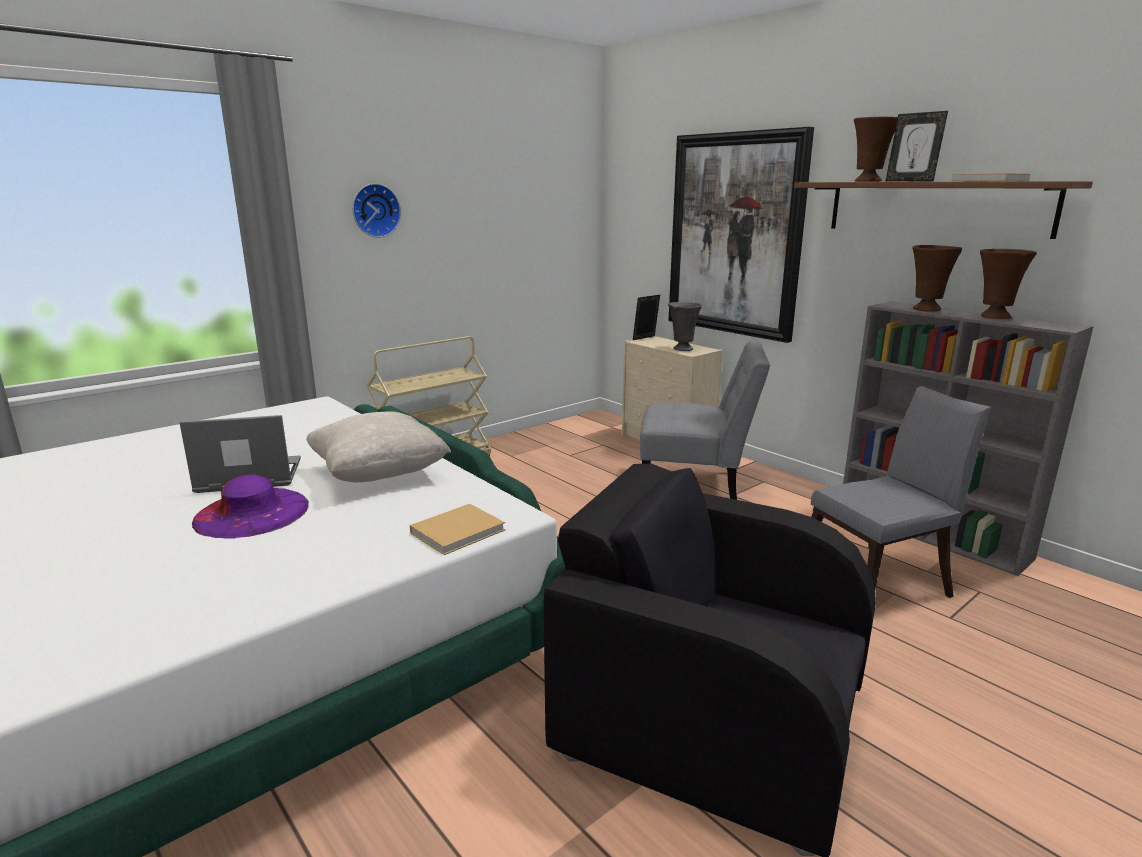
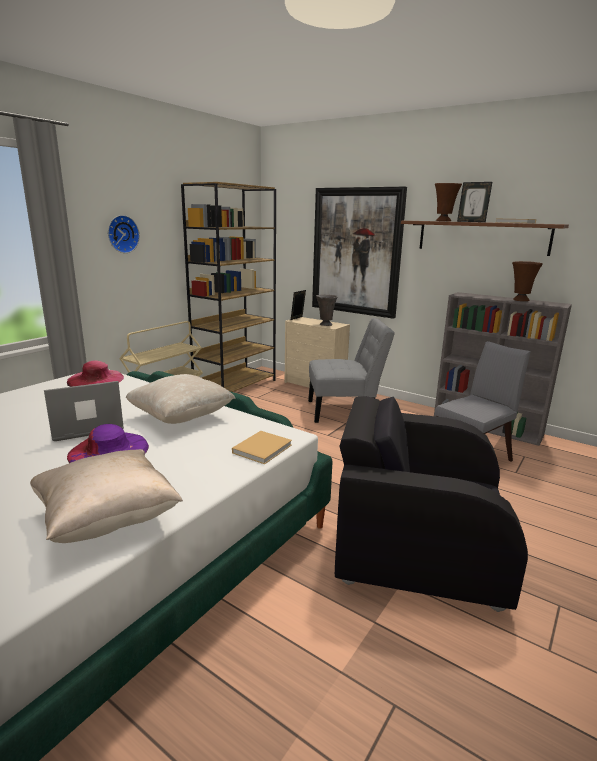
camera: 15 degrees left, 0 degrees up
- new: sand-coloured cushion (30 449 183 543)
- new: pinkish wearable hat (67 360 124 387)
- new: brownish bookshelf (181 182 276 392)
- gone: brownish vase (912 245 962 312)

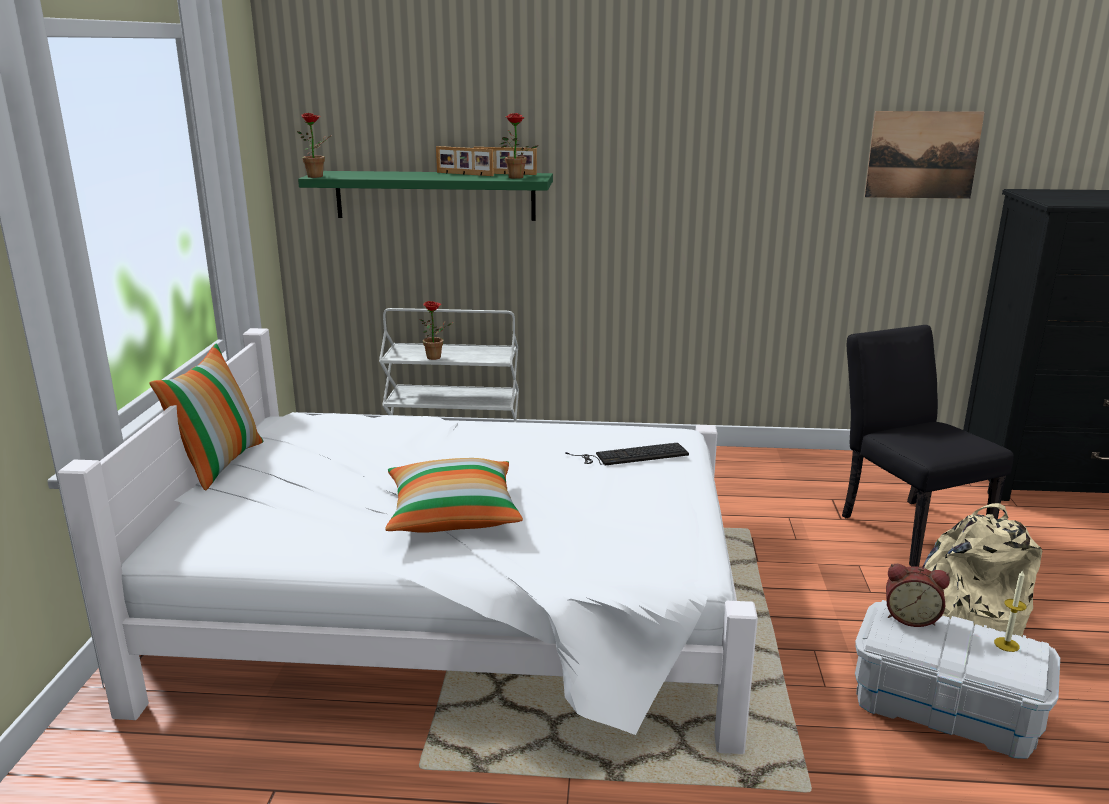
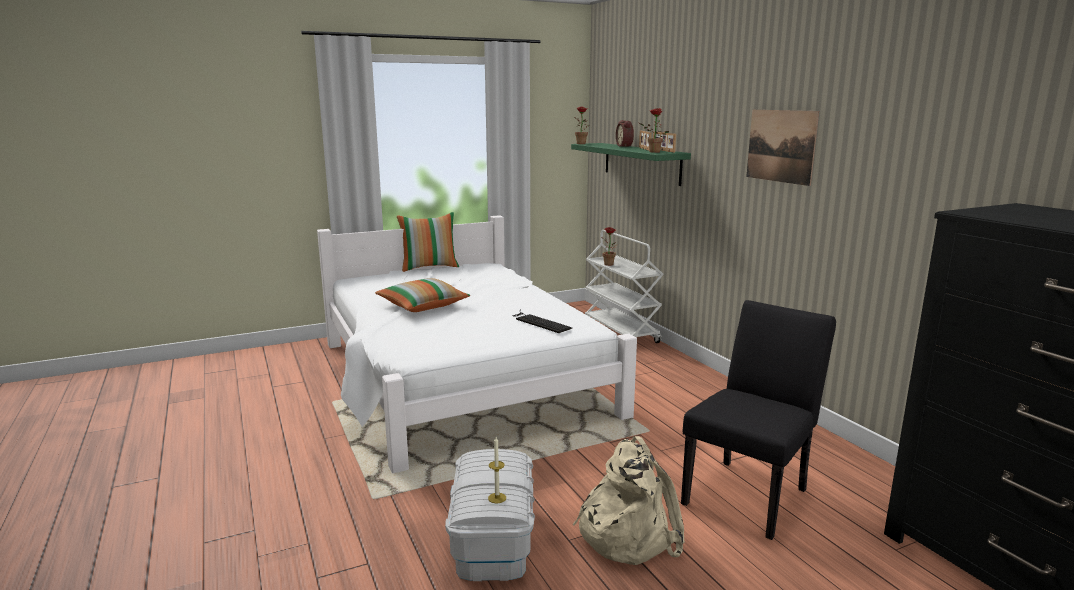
camera: 60 degrees right, 5 degrees down
- shifted: bedside clock (886 564 950 627) to (616 120 634 147)
- shifted: wall art (864 111 984 199) to (746 110 819 186)

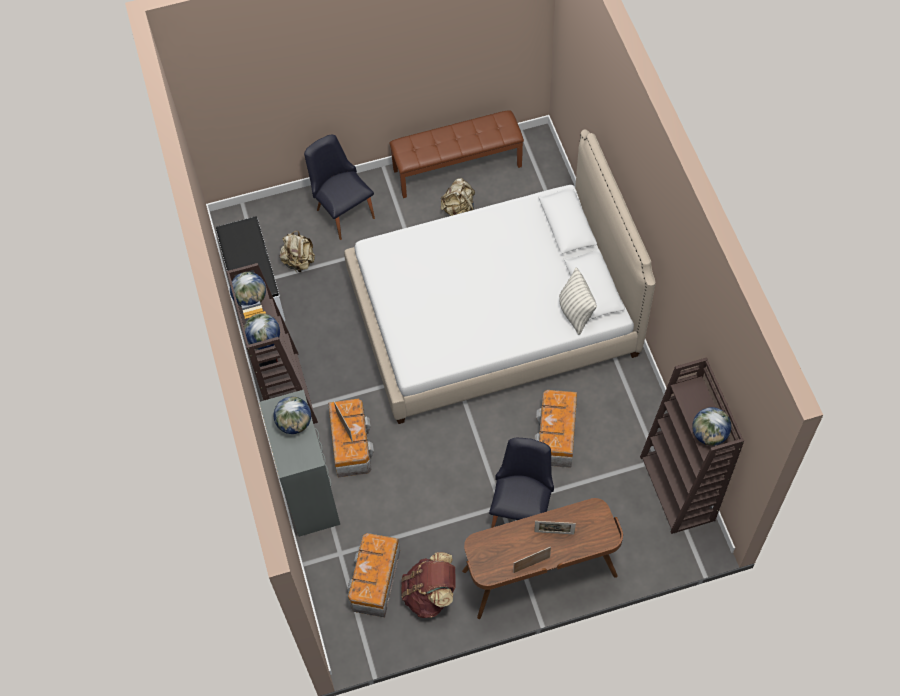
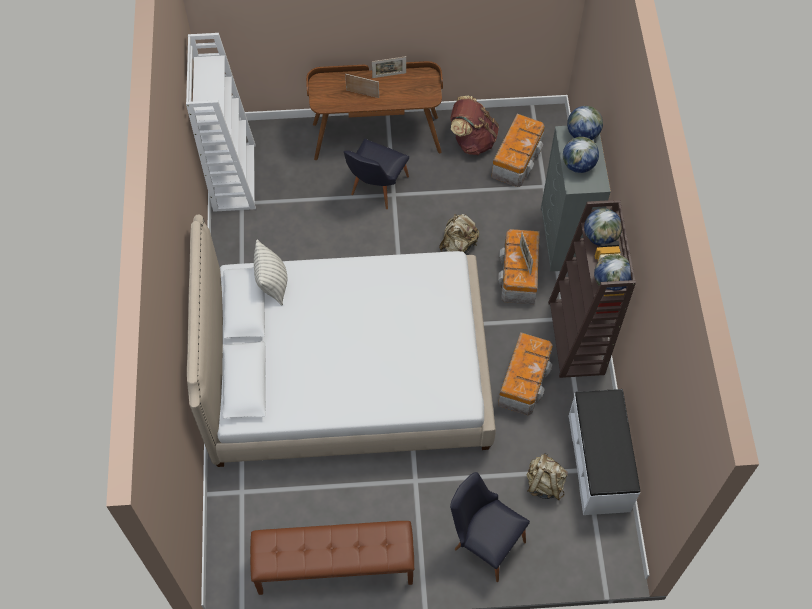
camera: 170 degrees left, 0 degrees up
- repainted: brownish bookshelf (640 357 744 534) to white-coloured bookshelf (186 33 256 212)
- shifted: sand-coloured backpack (441 178 475 216) to (439 214 479 253)
- rotated: black chair (304 135 375 240) = (450 472 530 582) 150 degrees clockwise
- shifted: storage bin (534 390 577 468) to (498 332 553 415)
- shifted: world globe (692 407 731 446) to (567 106 603 140)

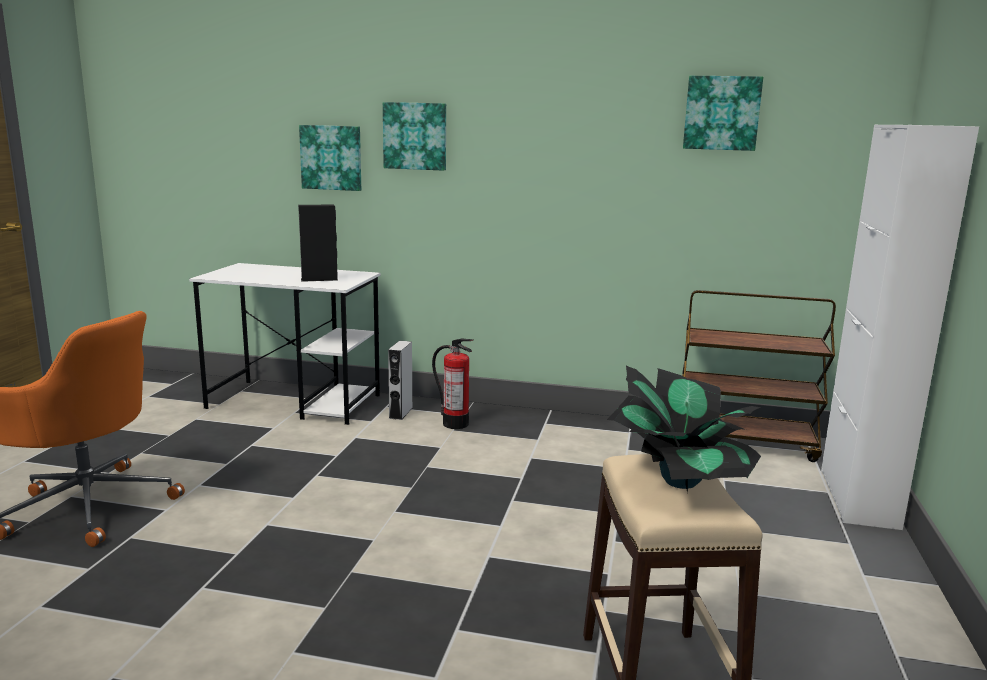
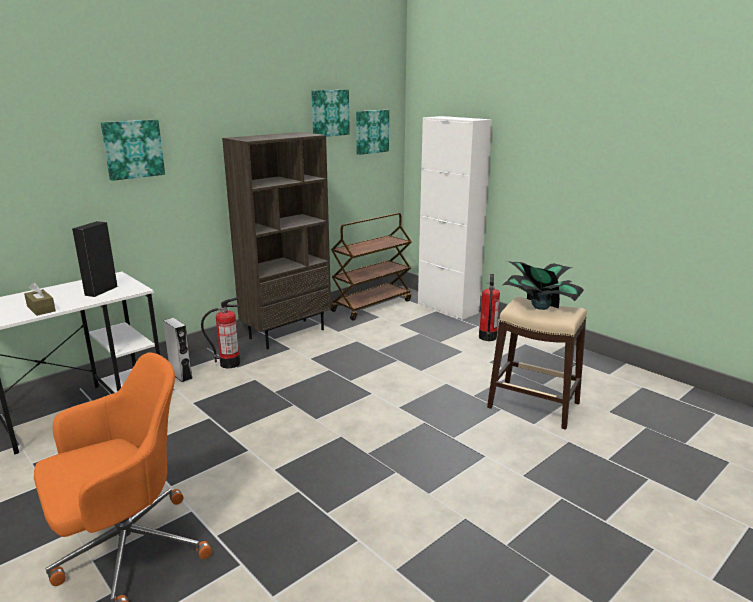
camera: 55 degrees left, 5 degrees up
- new: brownish tissue holder (24 282 56 316)
- new: brownish bookshelf (222 132 331 349)
- shifted: wall art (299 125 361 191) to (356 110 389 155)
- new: extinguisher (479 274 500 341)

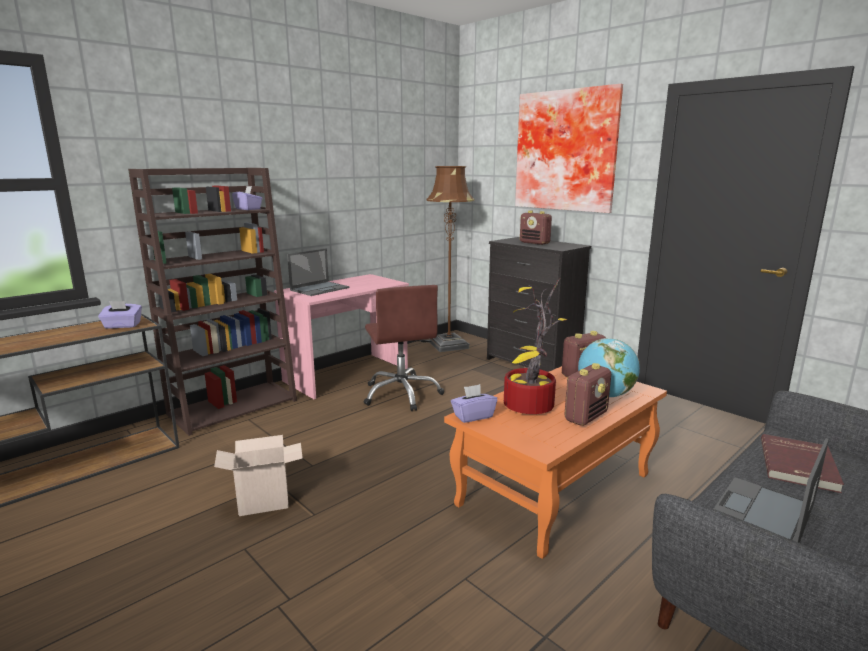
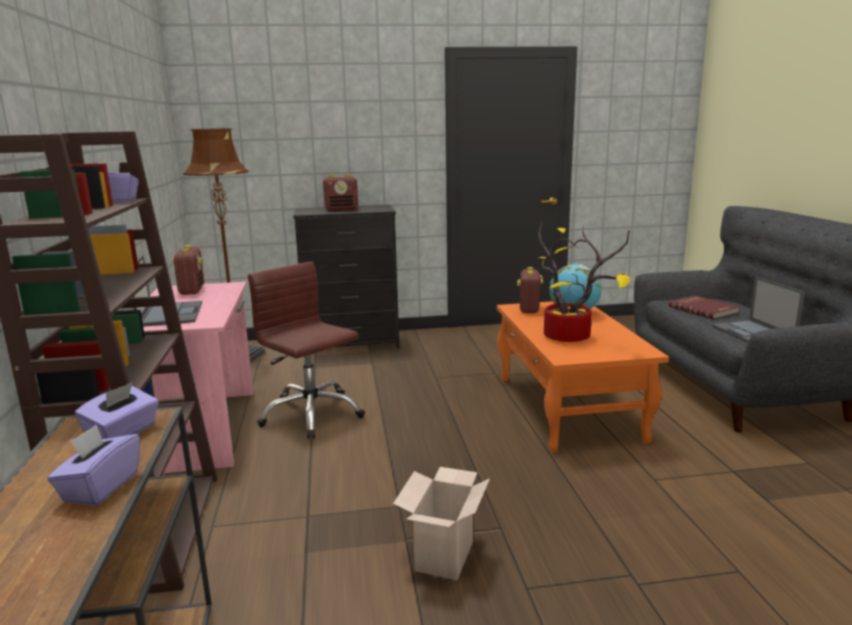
camera: 55 degrees left, 0 degrees up
- shifted: purple tissue holder (451 384 497 423) to (47 425 140 506)
- shifted: radio (564 363 611 426) to (171 245 204 295)
- rotated: brownish office chair (364 285 444 411) = (248 262 365 439) 150 degrees counterclockwise
- gone: wall art (515 84 623 213)

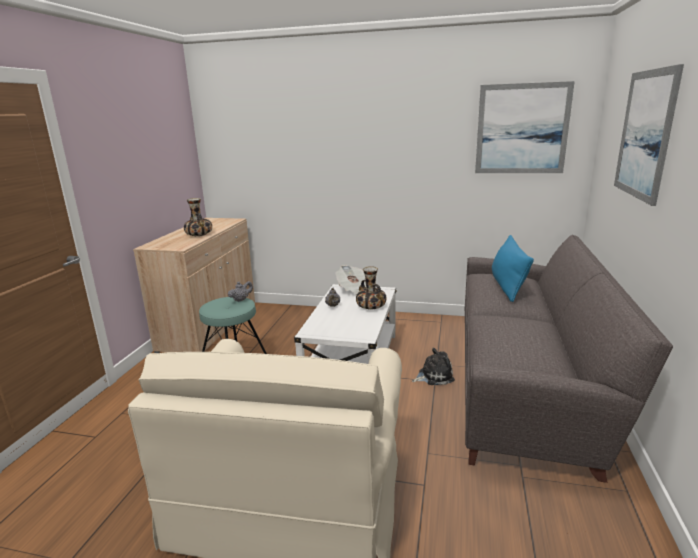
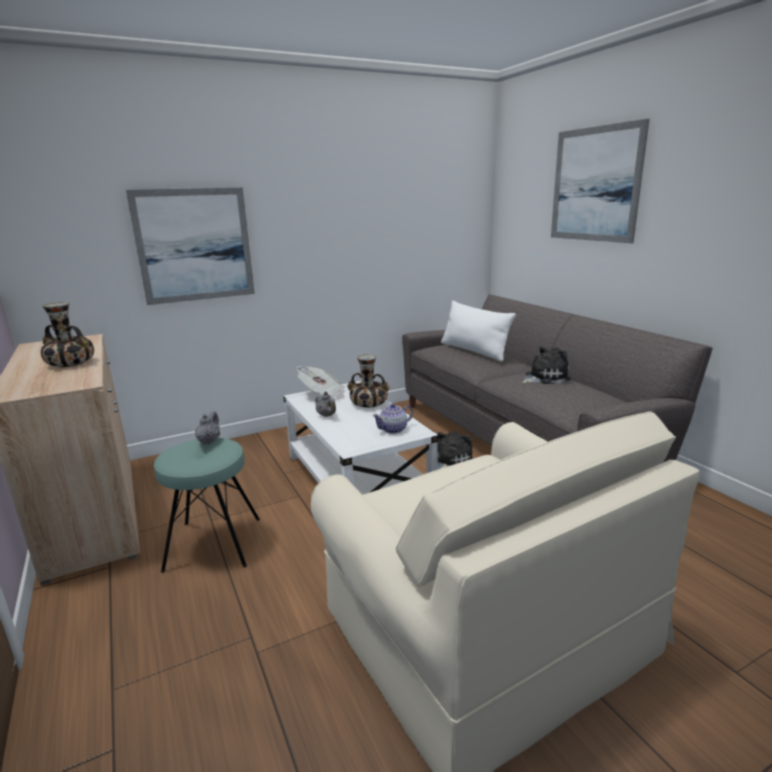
camera: 40 degrees left, 0 degrees up
- shifted: wall art (475 81 575 173) to (126 188 255 305)
- new: teapot (372 404 413 434)
- repainted: blue-coloured cushion (492 235 534 302) to white-coloured cushion (441 301 516 362)
- new: soft toy (521 346 571 384)

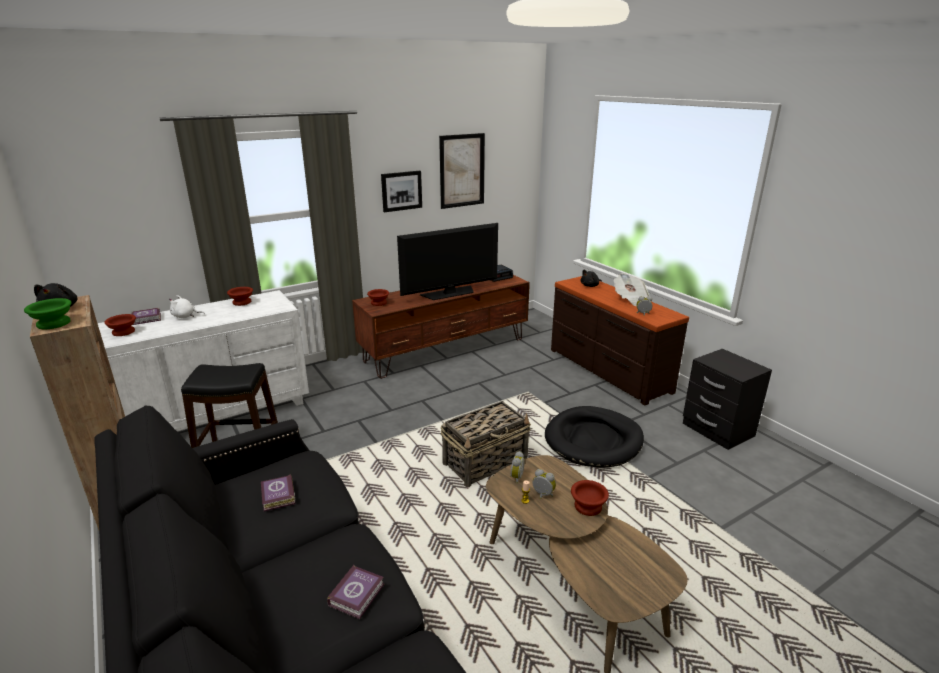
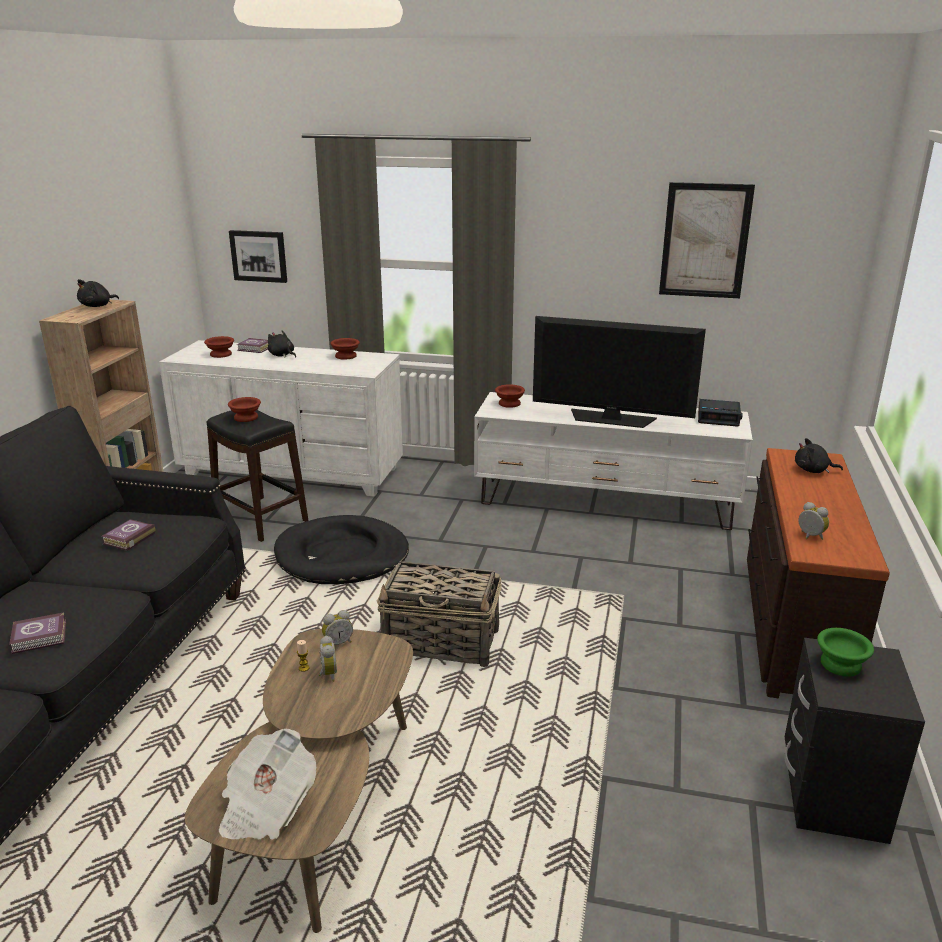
camera: 45 degrees right, 0 degrees up
- shifted: daily paper (614 273 649 307) to (219 729 316 840)
- shifted: brownish bowl (571 480 609 516) to (228 397 261 422)
- shifted: wall art (381 171 422 212) to (229 230 287 283)
- repainted: white-coloured soft toy (169 295 205 318) to black soft toy (268 330 296 357)
- shifted: black pet bed (545 406 644 468) to (274 515 409 584)
- repainted: brownish tv unit (352 275 530 379) to white-coloured tv unit (474 392 753 530)
- shifted: green bowl (24 298 71 329) to (817 628 874 677)

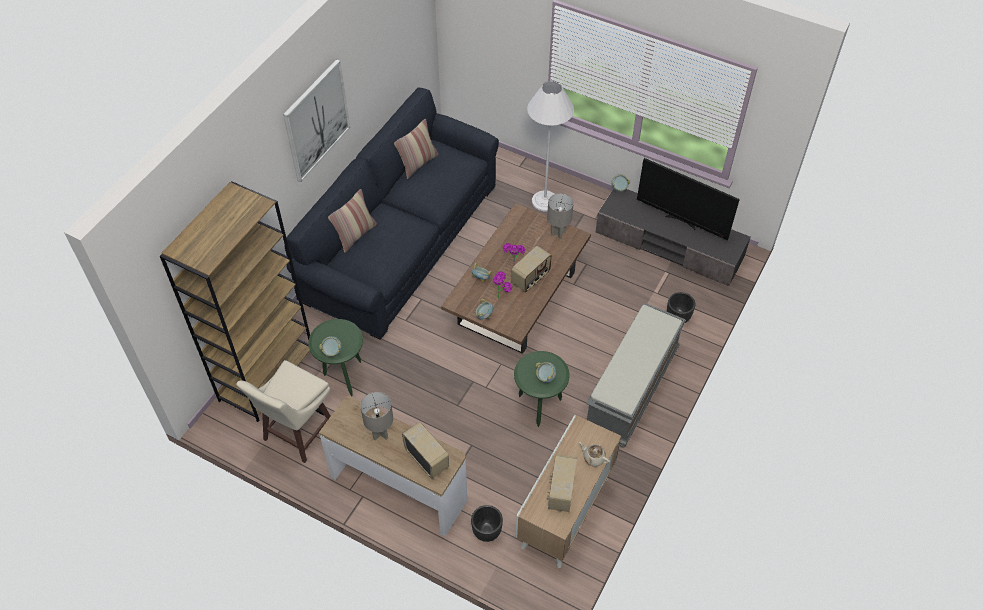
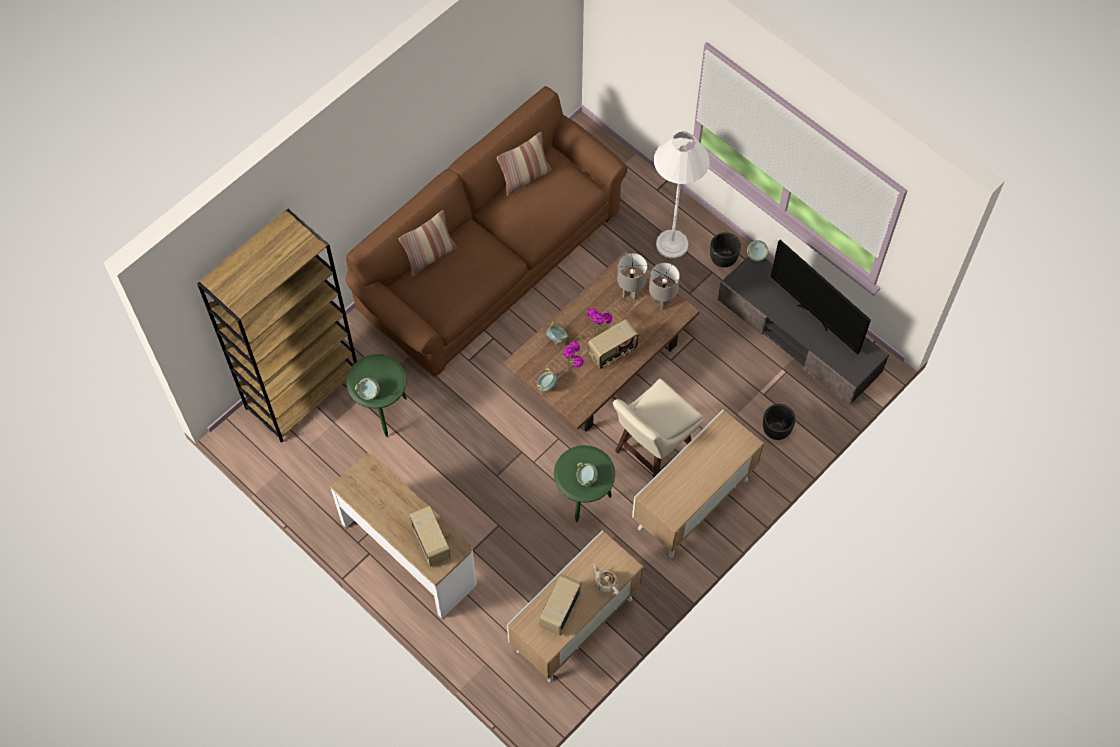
camera: 15 degrees right, 10 degrees up
- repainted: blue-coloured settee (284 87 499 340) to brownish settee (345 86 627 377)
- shifted: sand-coloured stool seat (236 360 331 463) to (613 379 702 478)
- shifted: greyish table lamp (360 392 393 440) to (617 253 648 300)
- swapped: greyish long seat (586 303 686 447) to cabinet (632 410 764 558)
- shifted: black plant pot (471 505 503 542) to (710 232 741 268)
- gone: wall art (283 59 350 182)

